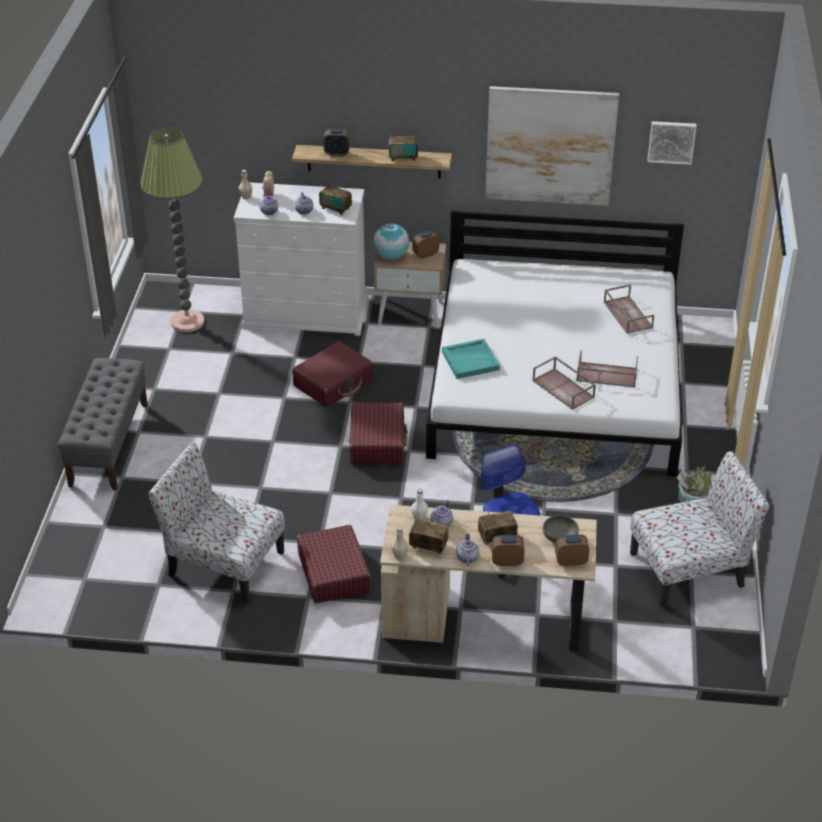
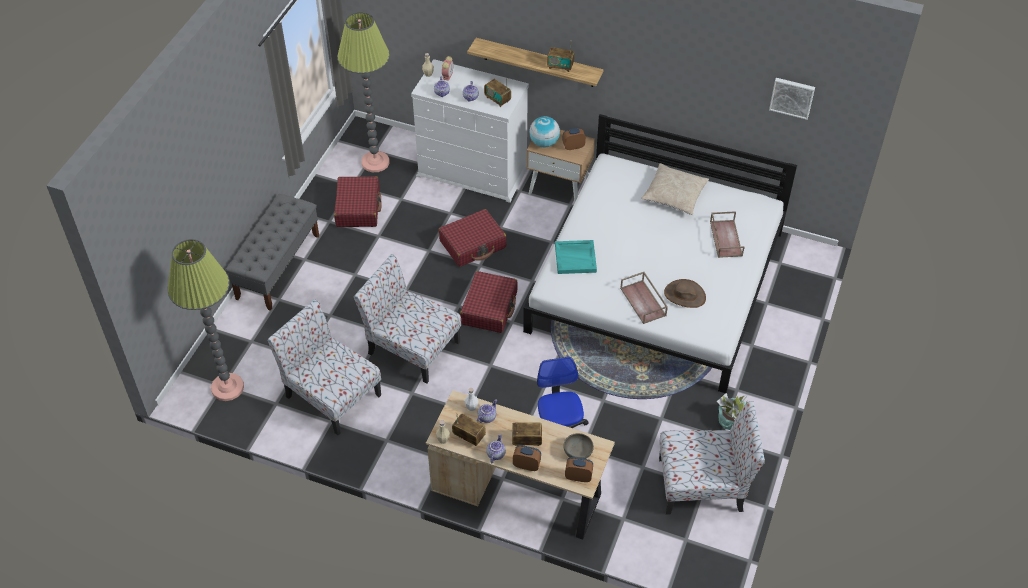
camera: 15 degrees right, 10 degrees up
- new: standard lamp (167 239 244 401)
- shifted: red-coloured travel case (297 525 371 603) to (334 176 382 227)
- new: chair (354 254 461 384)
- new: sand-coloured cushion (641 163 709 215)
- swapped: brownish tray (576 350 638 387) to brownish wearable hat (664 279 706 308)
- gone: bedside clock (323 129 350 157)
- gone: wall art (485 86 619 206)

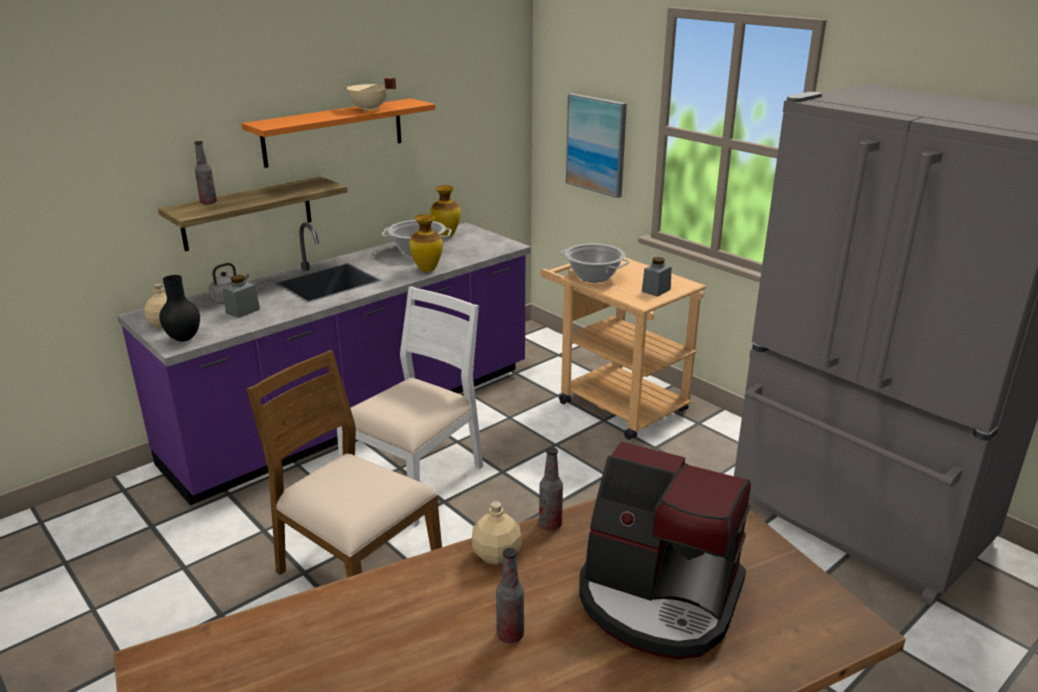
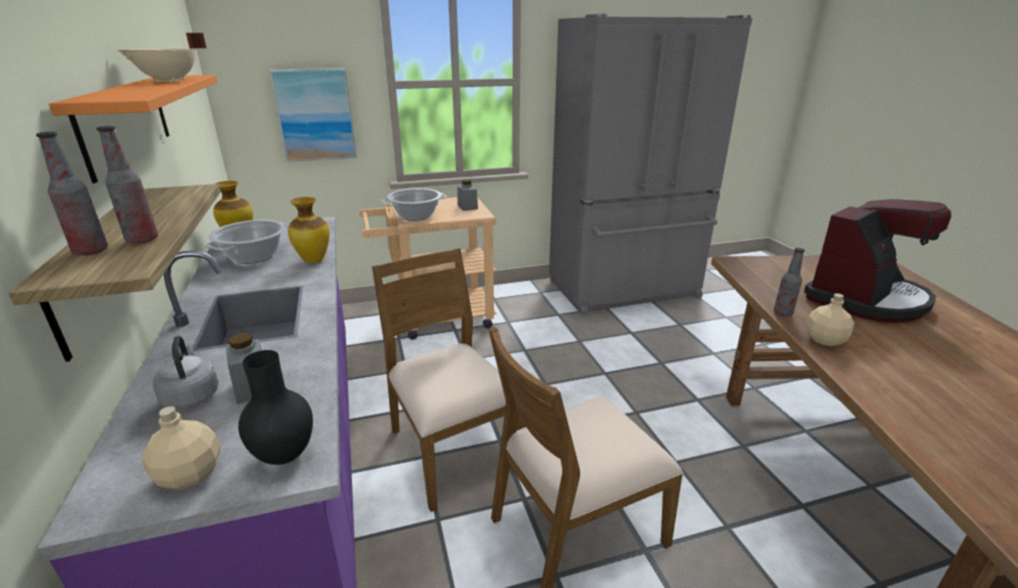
camera: 65 degrees left, 0 degrees up
- shifted: bottle (496 548 524 643) to (96 126 158 244)
- repainted: white-coloured chair (337 287 483 527) to brownish chair (372 248 526 512)

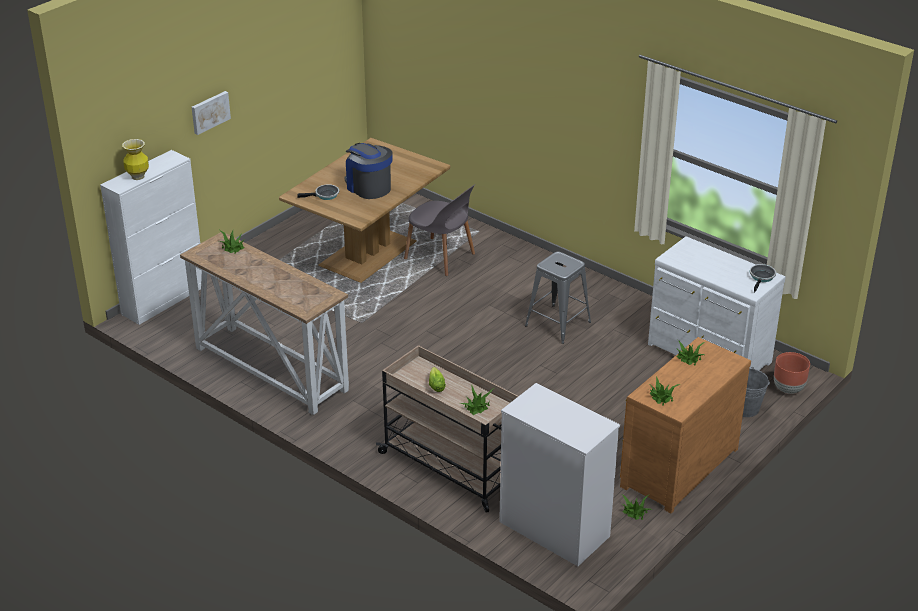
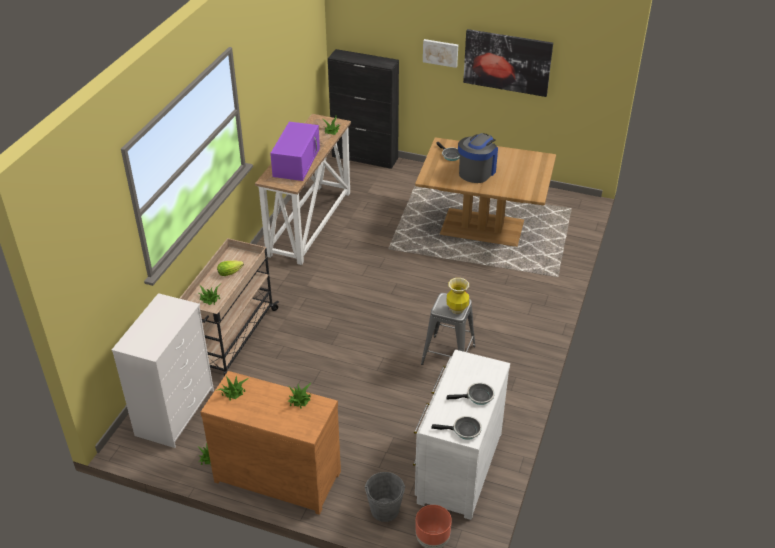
camera: 70 degrees right, 5 degrees up
- new: purple microwave (270 122 320 181)
- repainted: white-coloured cabinet (100 150 202 325) to black cabinet (328 49 399 169)
- new: skillet (446 383 495 405)
- shifted: vase (122 139 149 180) to (447 278 469 314)
- new: wall art (463 29 553 97)
- gone: greyish chair (404 184 475 276)

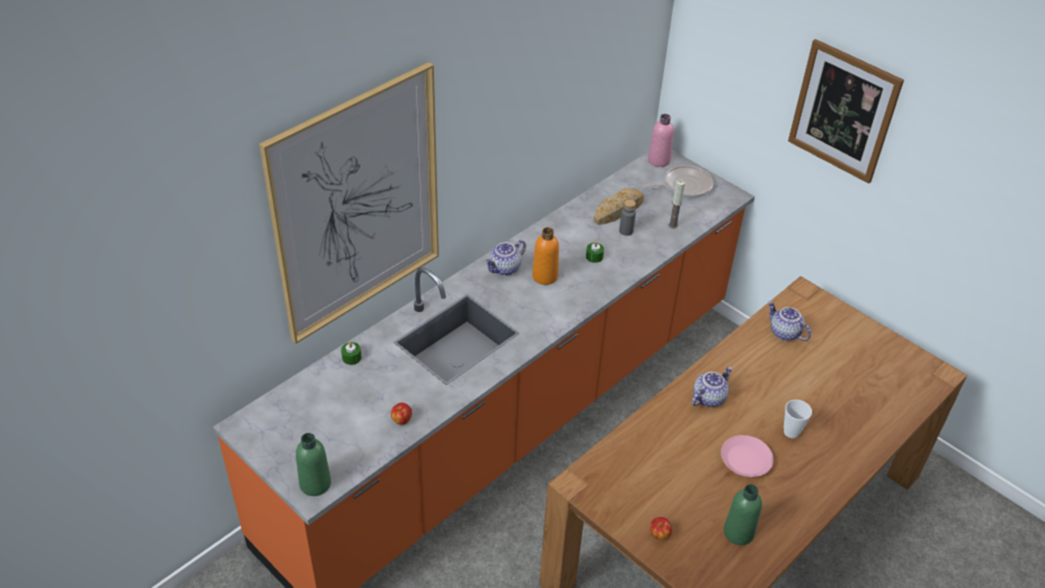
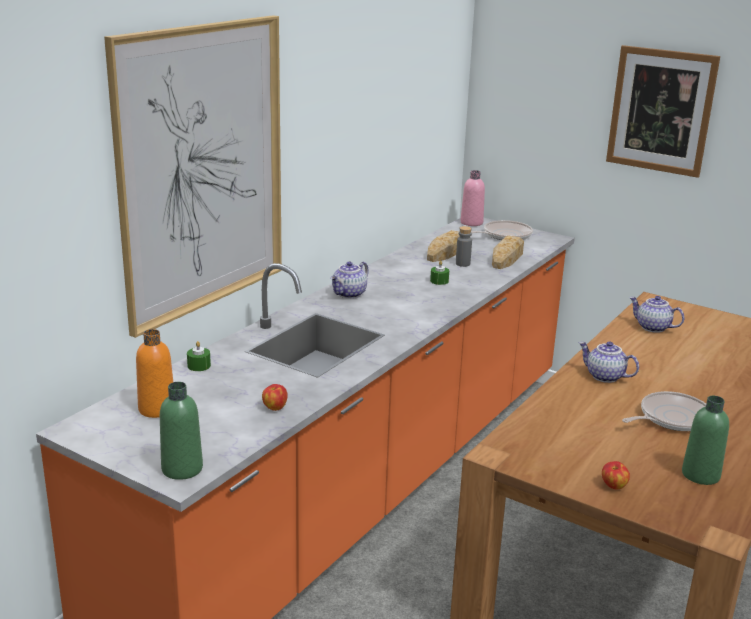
camera: 10 degrees left, 20 degrees down
- shifted: orangey bottle (532 227 559 285) to (136 329 173 418)
- swapped: wax light (669 180 685 229) to bread (492 235 524 269)
- rotated: teapot (692 367 733 407) = (579 341 639 383) 90 degrees counterclockwise
- swapped: pinkish dinner plate (721 435 774 477) to skillet (622 391 706 431)
- gone: cup (784 400 812 438)

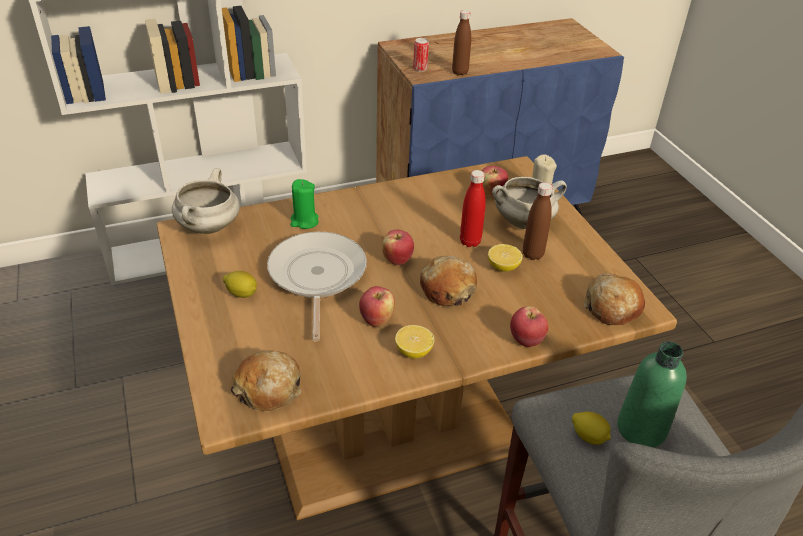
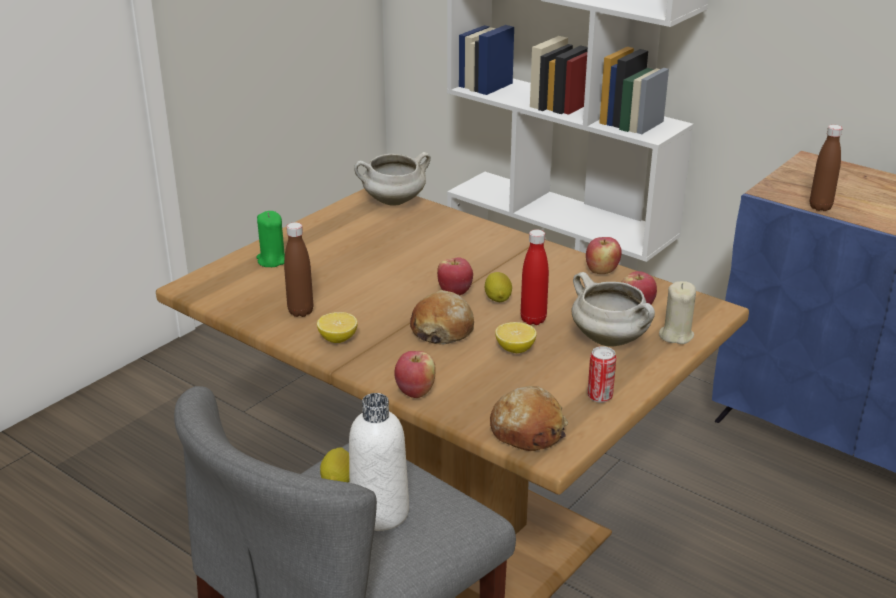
camera: 60 degrees right, 10 degrees down
- shifted: green wax light (290 179 319 229) to (257 211 285 267)
- shifted: brownish bottle (523 182 553 260) to (284 222 313 317)
- repainted: green bottle (617 341 687 448) to white-coloured bottle (349 393 409 531)
- shifted: whole lemon (223 271 257 298) to (485 272 512 302)
- shifted: apple (359 286 395 327) to (586 237 622 274)
- shifted: metal can (413 38 429 72) to (587 346 616 403)
- gone: bread (231 351 301 411)
- gone: skillet (267 232 367 341)

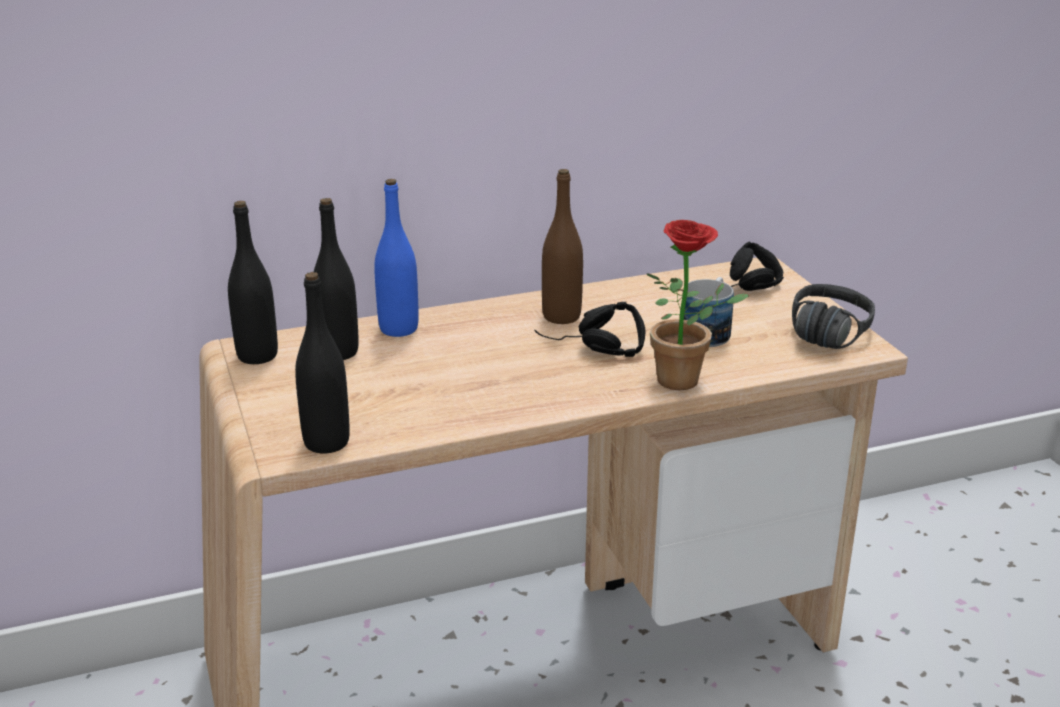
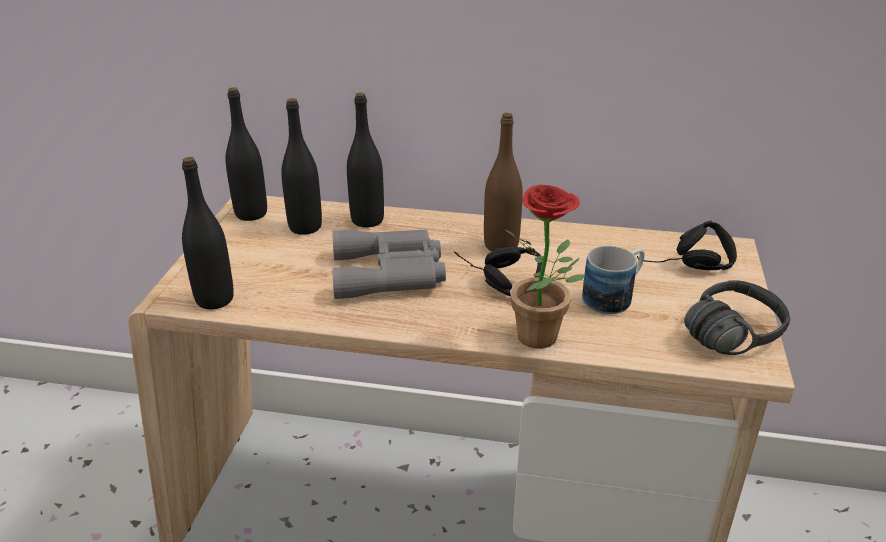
camera: 30 degrees right, 5 degrees up
- new: greyish field glasses (332 229 446 299)
- repainted: blue-coloured bottle (374 179 419 337) to black bottle (347 93 384 227)

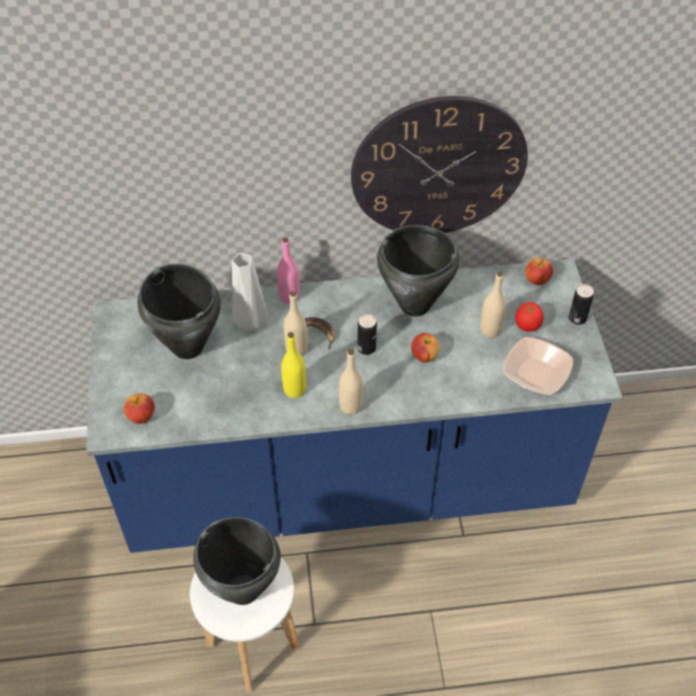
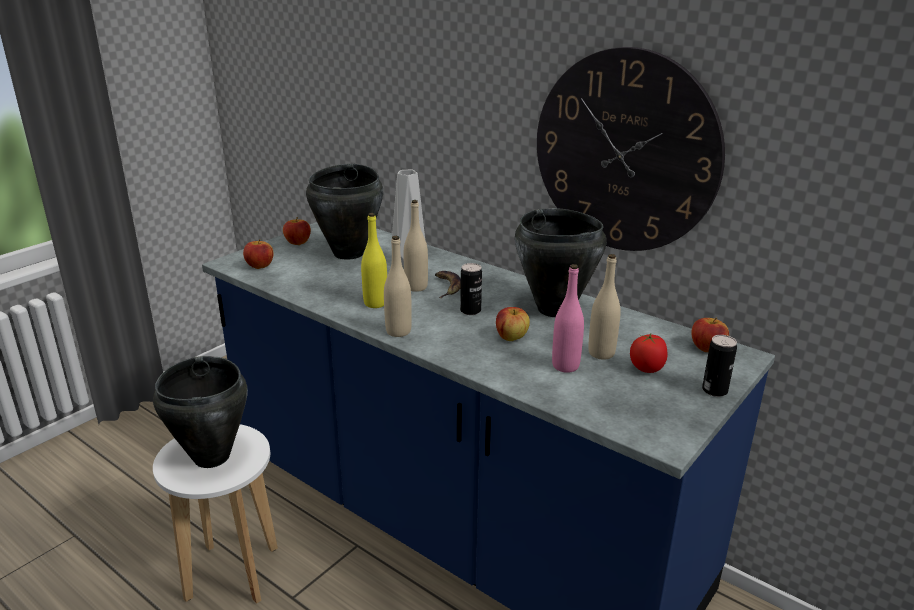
camera: 45 degrees right, 25 degrees down
- new: apple (283 217 311 245)
- shifted: pinkish bottle (277 237 300 304) to (552 264 584 373)
- gone: bowl (503 337 573 395)

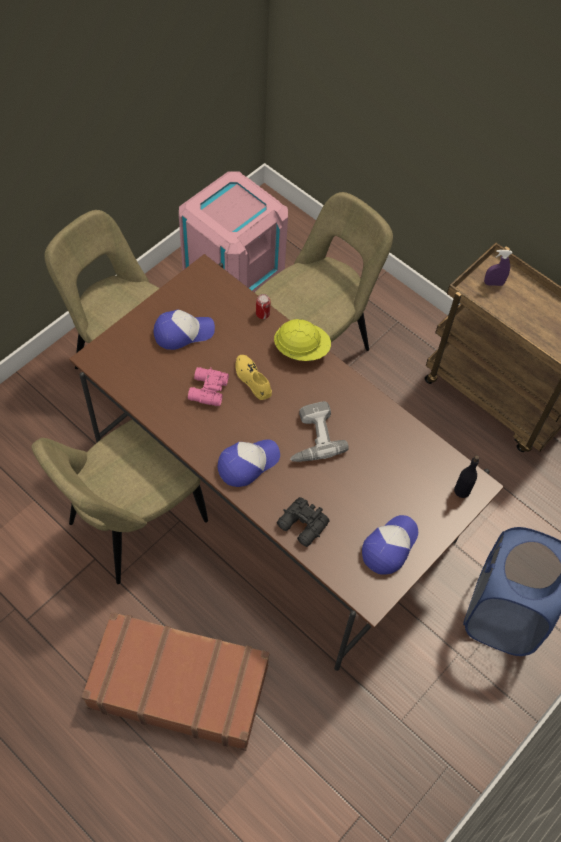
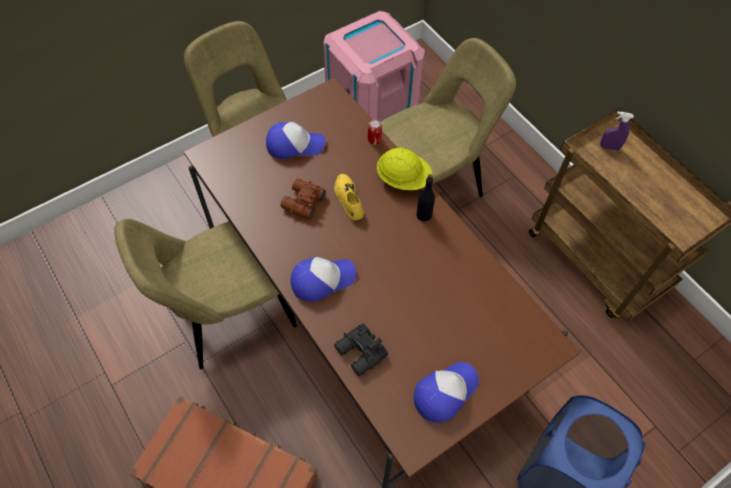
camera: 15 degrees right, 0 degrees up
- repainted: pinkish field glasses (188 367 229 406) to brownish field glasses (280 178 326 219)
- shifted: black bottle (454 455 479 498) to (416 174 435 221)
- gone: power drill (290 401 349 462)

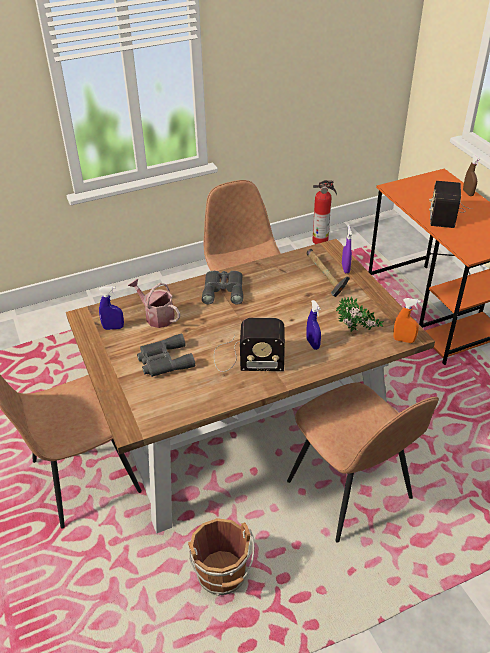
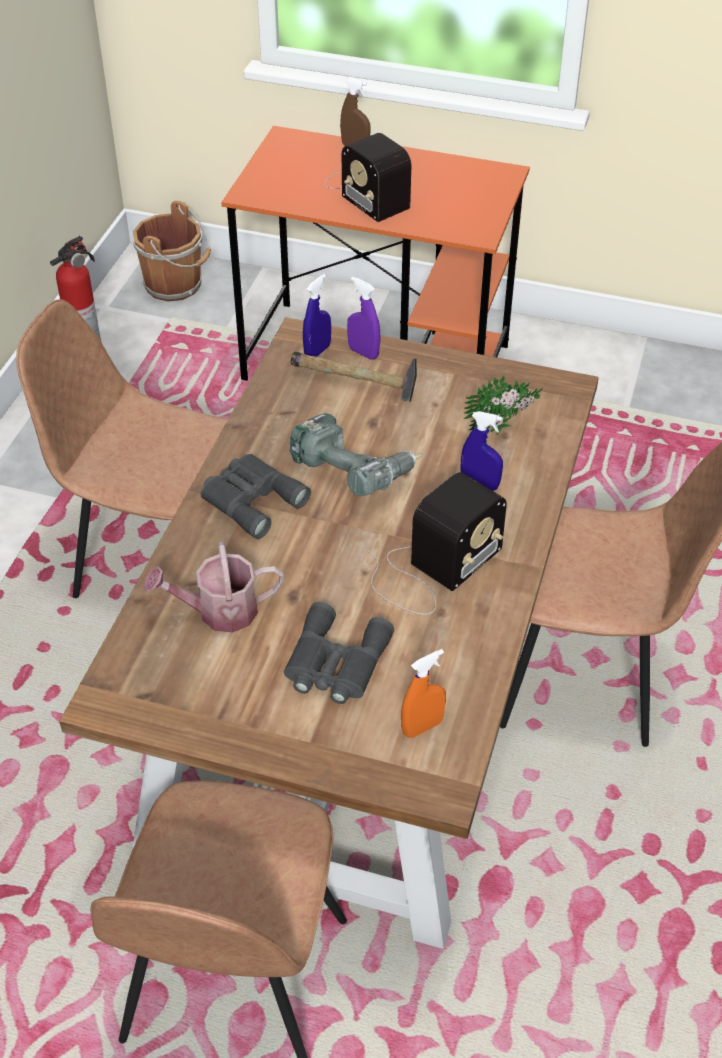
camera: 50 degrees left, 5 degrees up
- shifted: brownish water bucket (188 518 254 596) to (132 201 211 302)
- new: power drill (289 413 424 496)
- shifted: blue-coloured spray bottle (99 286 124 330) to (303 274 331 357)
- shifted: orangey spray bottle (393 298 421 343) to (401 649 446 738)

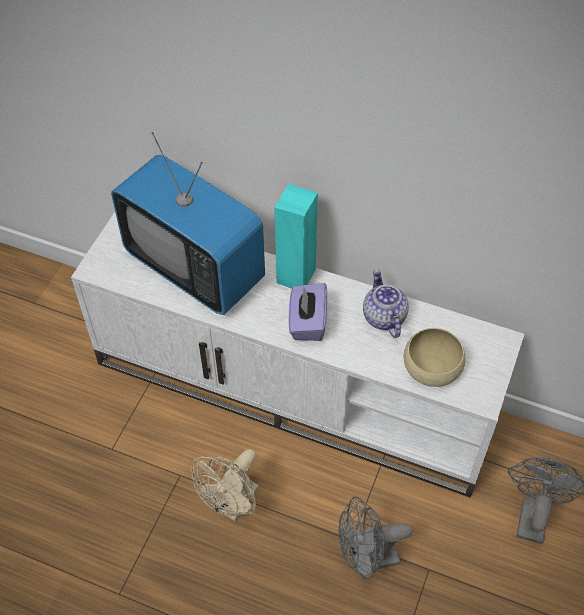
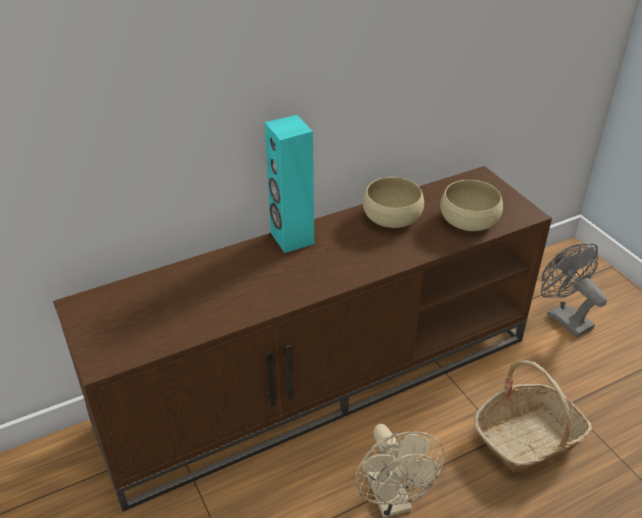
camera: 50 degrees left, 15 degrees down
- repainted: white-coloured tv unit (71 212 525 498) to brownish tv unit (53 166 552 511)
- swapped: teapot (363 269 409 338) to sand-coloured bowl (363 177 424 228)
- swapped: greyish cooling fan (338 497 412 580) to household basket (474 360 592 474)
- gone: TV set (111 132 265 315)
- gone: purple tissue holder (289 283 327 341)

